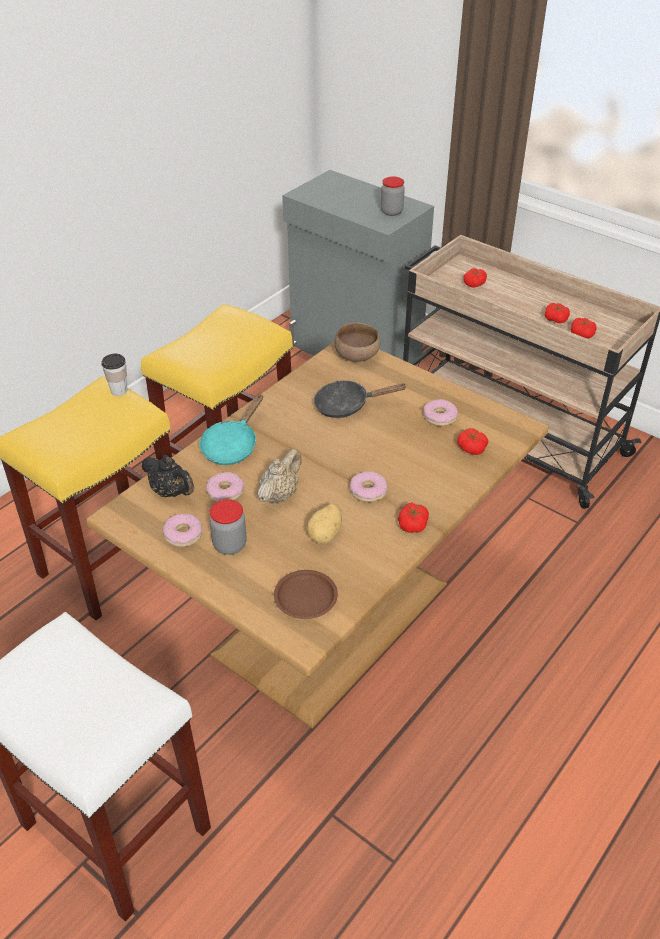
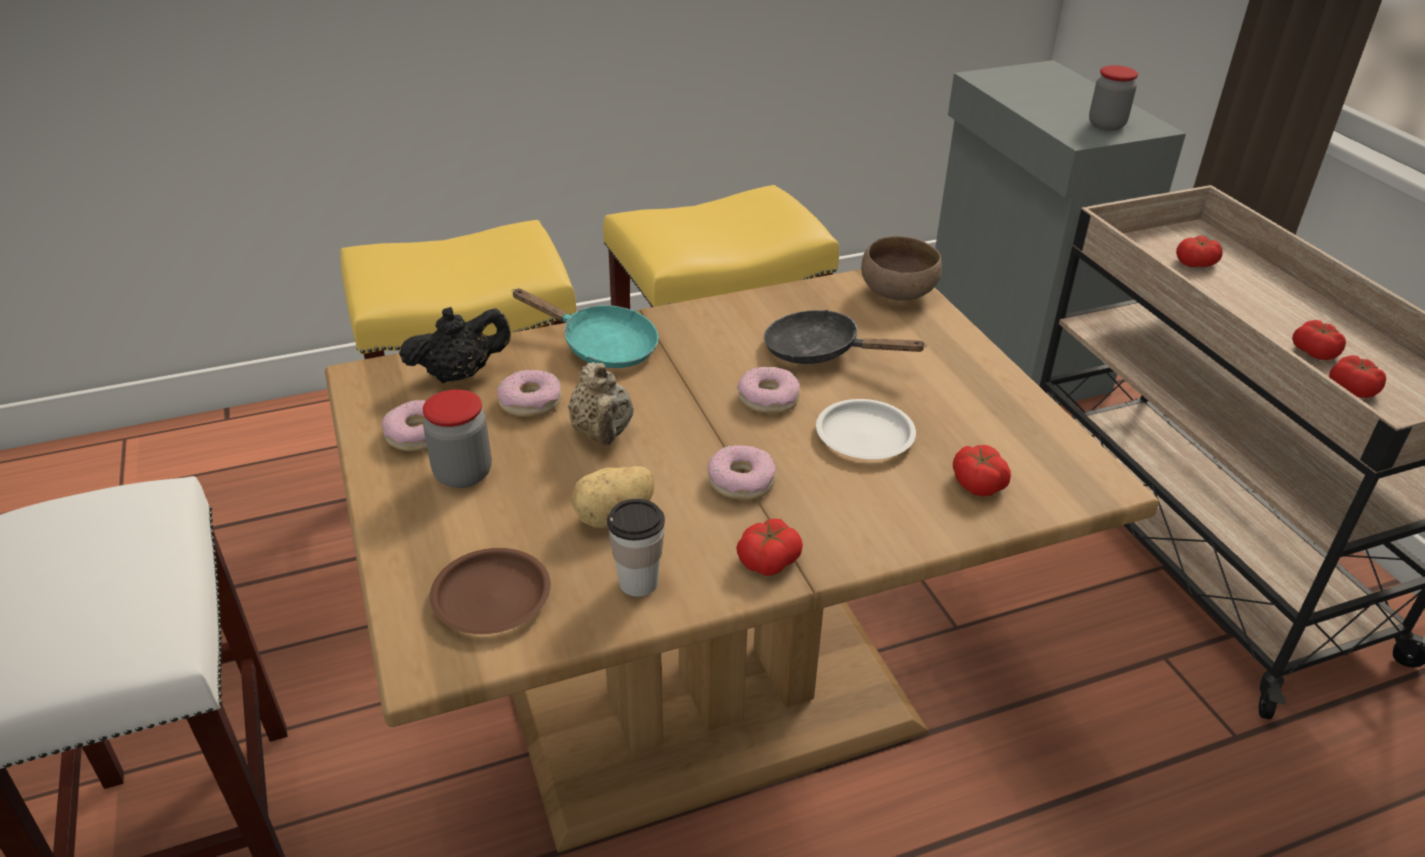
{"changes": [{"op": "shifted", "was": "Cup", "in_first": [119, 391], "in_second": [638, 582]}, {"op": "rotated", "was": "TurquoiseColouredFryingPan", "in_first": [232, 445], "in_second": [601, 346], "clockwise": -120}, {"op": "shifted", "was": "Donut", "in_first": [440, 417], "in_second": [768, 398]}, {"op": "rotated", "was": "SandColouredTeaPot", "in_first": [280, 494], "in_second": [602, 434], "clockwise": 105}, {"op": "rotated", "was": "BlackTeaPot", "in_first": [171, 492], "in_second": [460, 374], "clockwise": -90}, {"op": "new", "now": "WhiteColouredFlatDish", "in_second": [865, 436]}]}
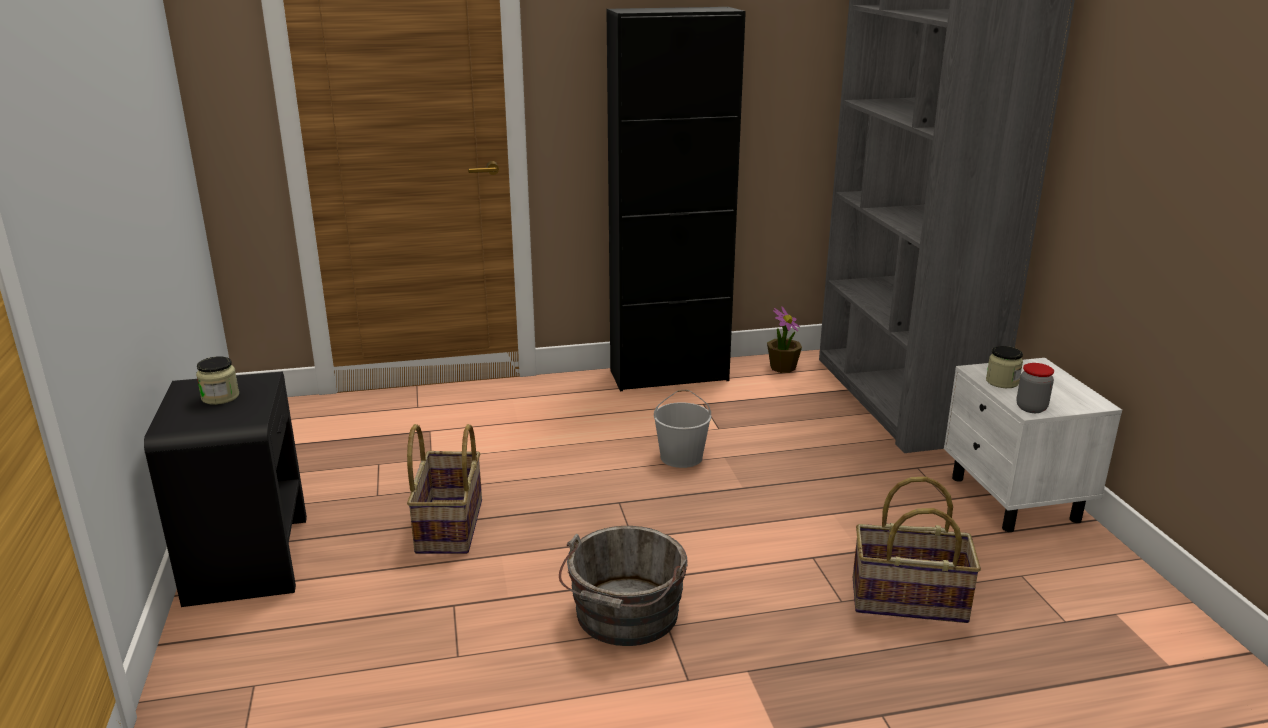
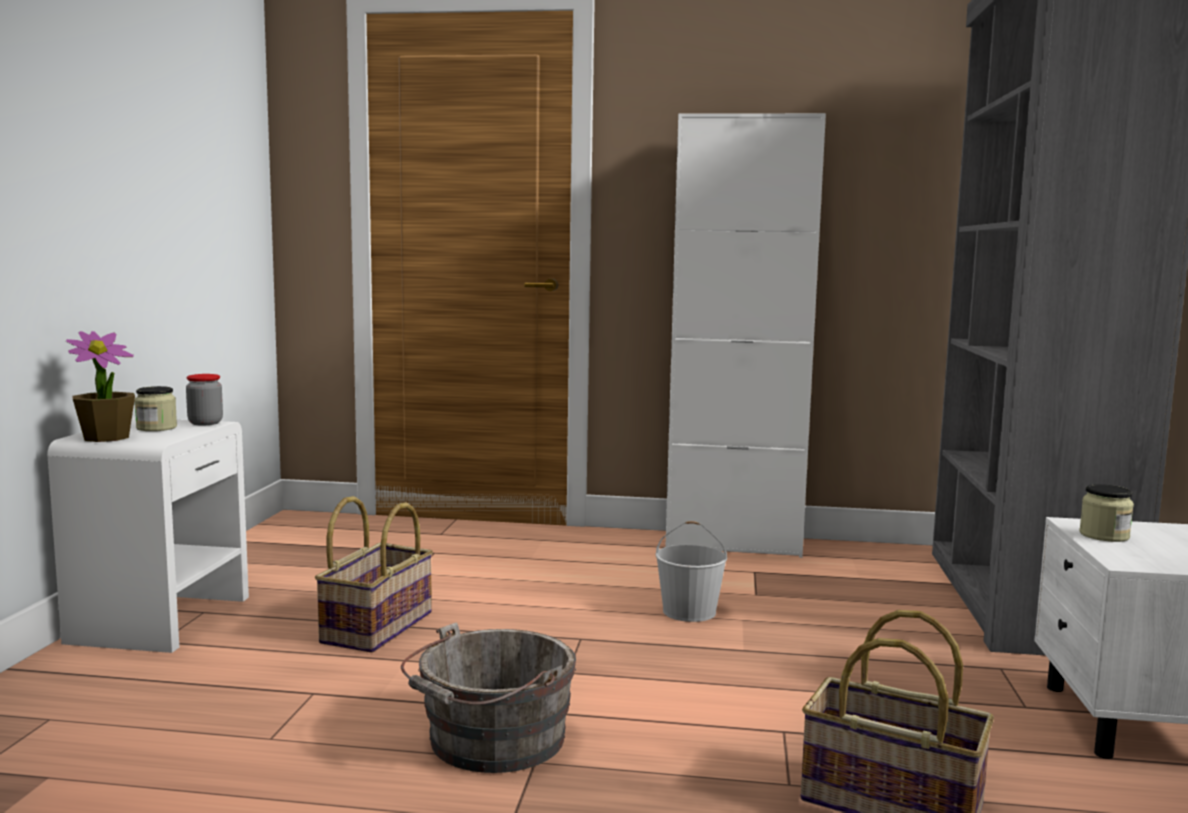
{"changes": [{"op": "repainted", "was": "BlackStorageCabinet", "now": "WhiteColouredStorageCabinet", "in_first": [669, 375], "in_second": [733, 544]}, {"op": "shifted", "was": "PottedPlant", "in_first": [782, 367], "in_second": [106, 437]}, {"op": "shifted", "was": "Jar", "in_first": [1031, 408], "in_second": [205, 423]}, {"op": "repainted", "was": "BlackNightstand", "now": "WhiteColouredNightstand", "in_first": [248, 558], "in_second": [161, 618]}]}
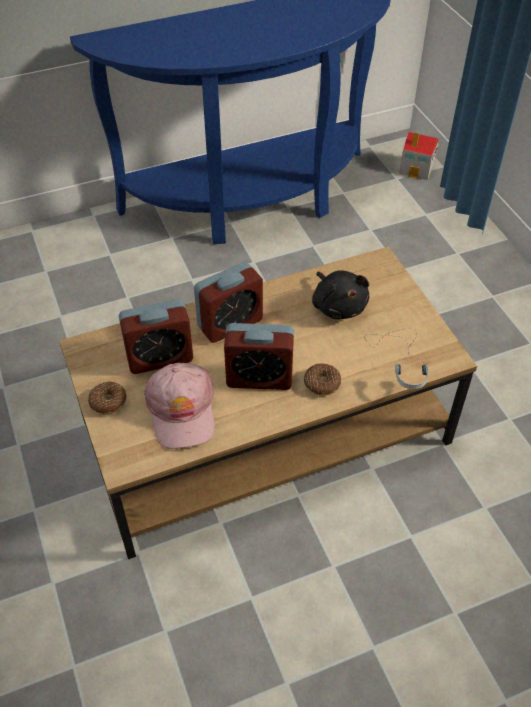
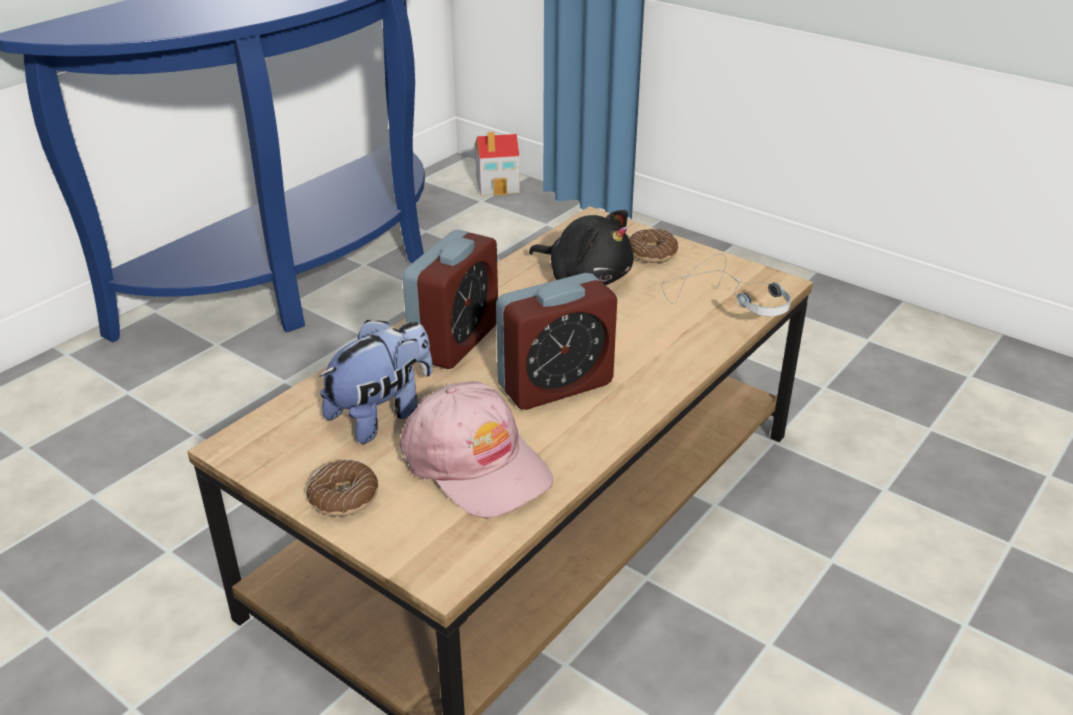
{"changes": [{"op": "swapped", "was": "AlarmClock", "now": "PlushToy", "in_first": [160, 358], "in_second": [382, 414]}, {"op": "shifted", "was": "Donut", "in_first": [322, 383], "in_second": [652, 253]}]}
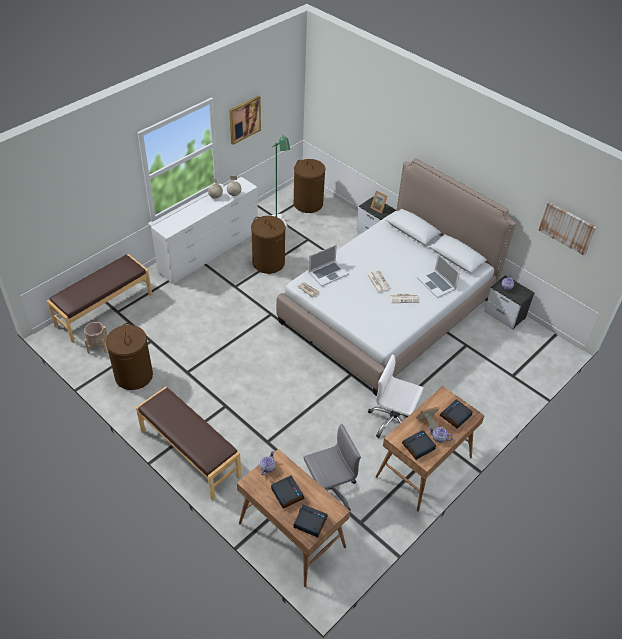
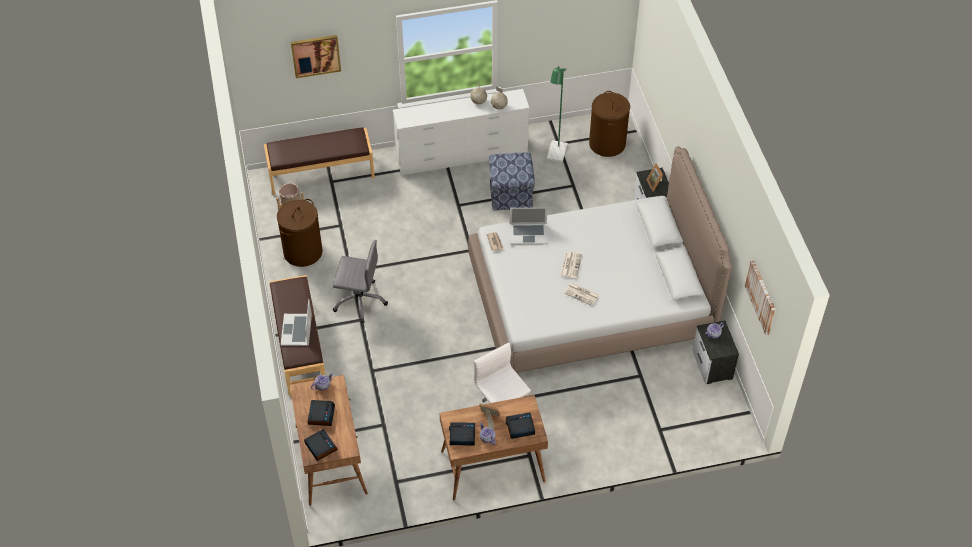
{"changes": [{"op": "shifted", "was": "Picture", "in_first": [244, 119], "in_second": [315, 55]}, {"op": "swapped", "was": "BrownLaundryBasket", "now": "Ottoman", "in_first": [268, 263], "in_second": [511, 194]}, {"op": "shifted", "was": "Laptop", "in_first": [436, 283], "in_second": [296, 330]}, {"op": "shifted", "was": "GreyDeskChair", "in_first": [328, 491], "in_second": [360, 300]}]}
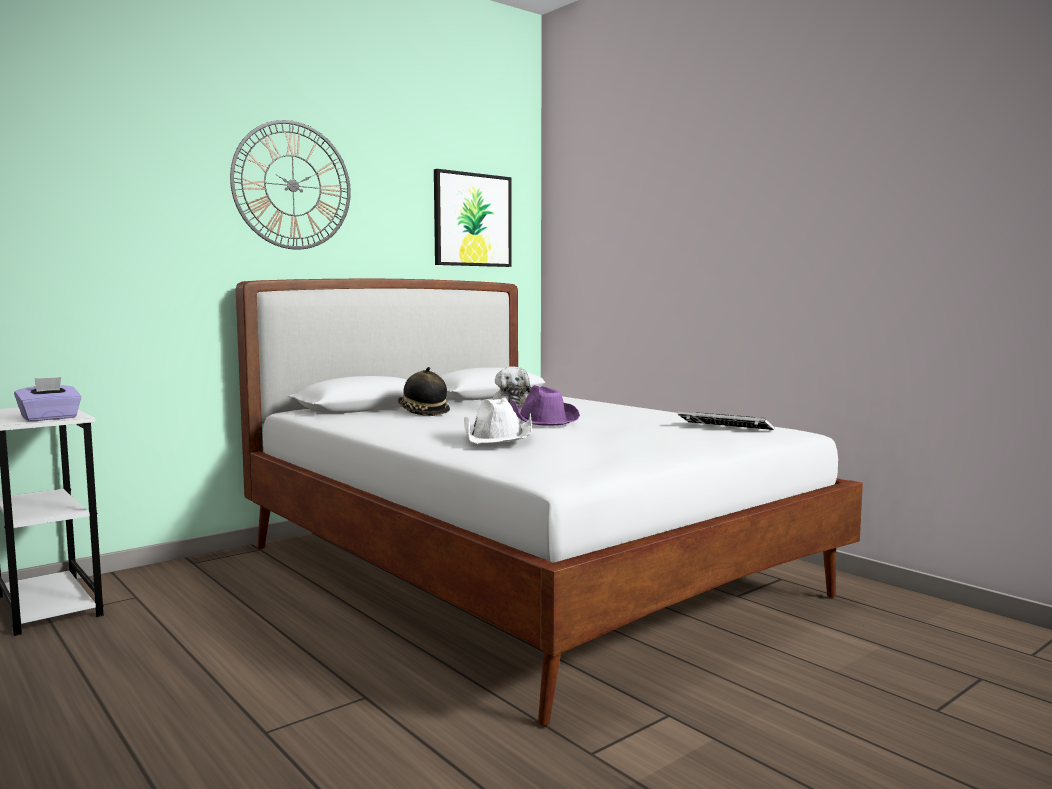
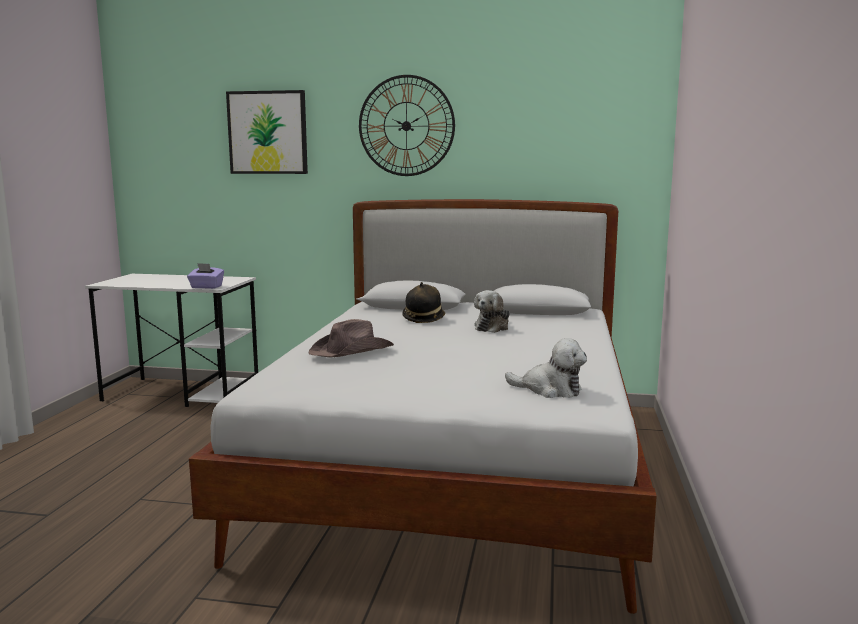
{"changes": [{"op": "shifted", "was": "Picture", "in_first": [472, 220], "in_second": [268, 132]}, {"op": "gone", "was": "PurplishHat", "in_first": [541, 420]}, {"op": "repainted", "was": "WhiteColouredHat", "now": "BrownHat", "in_first": [499, 435], "in_second": [353, 350]}, {"op": "swapped", "was": "PcKeyboard", "now": "PlushToy", "in_first": [724, 428], "in_second": [549, 390]}]}
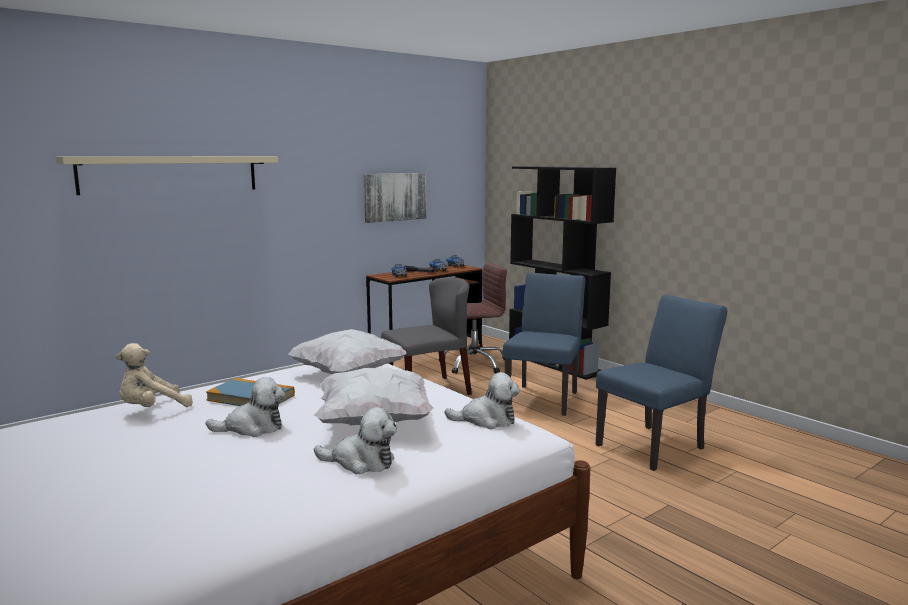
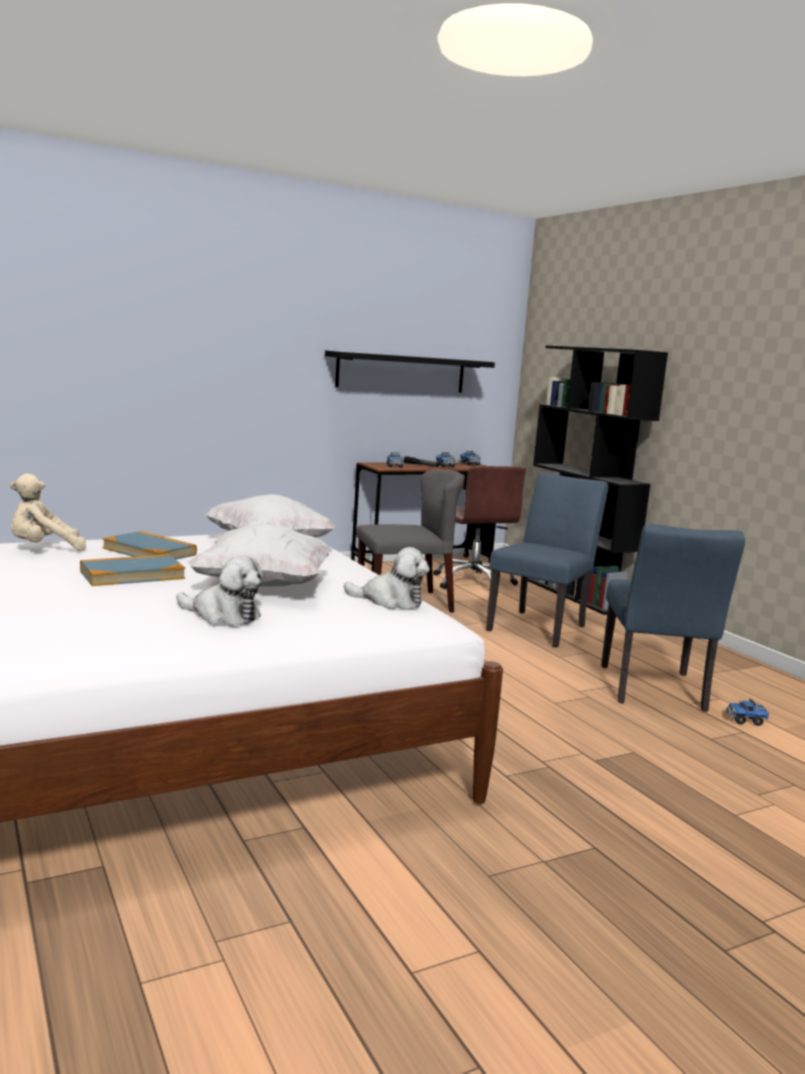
{"changes": [{"op": "gone", "was": "SandColouredBracketShelf", "in_first": [171, 174]}, {"op": "swapped", "was": "Picture", "now": "BlackBracketShelf", "in_first": [395, 197], "in_second": [401, 372]}, {"op": "rotated", "was": "BrownDeskChair", "in_first": [474, 364], "in_second": [474, 583], "clockwise": 75}, {"op": "rotated", "was": "BluishUprightChair", "in_first": [656, 445], "in_second": [654, 691], "clockwise": 120}, {"op": "swapped", "was": "PlushToy", "now": "BoundBook", "in_first": [252, 428], "in_second": [132, 575]}, {"op": "new", "now": "ToyTruck", "in_second": [746, 720]}]}
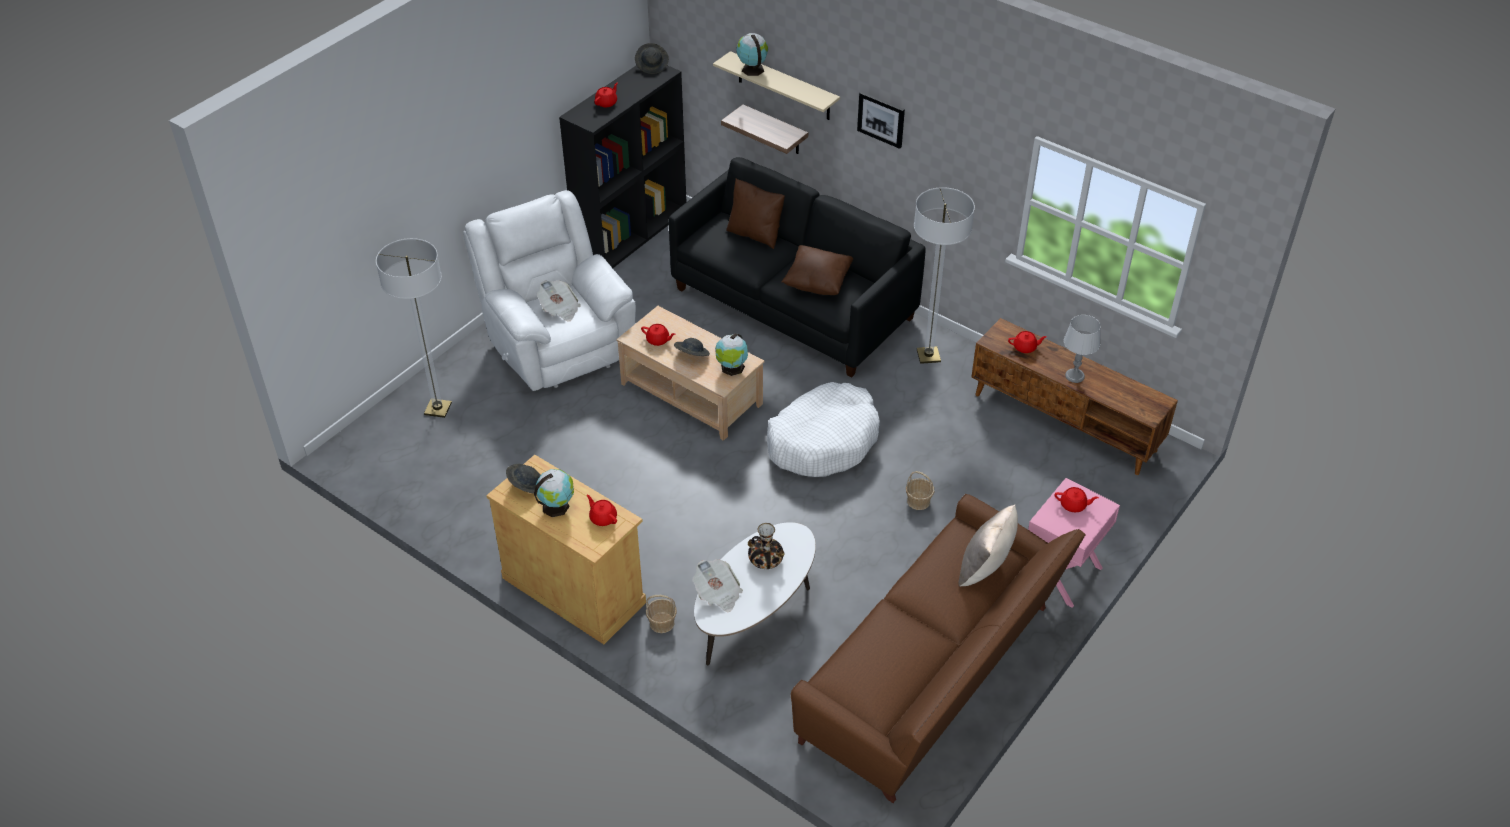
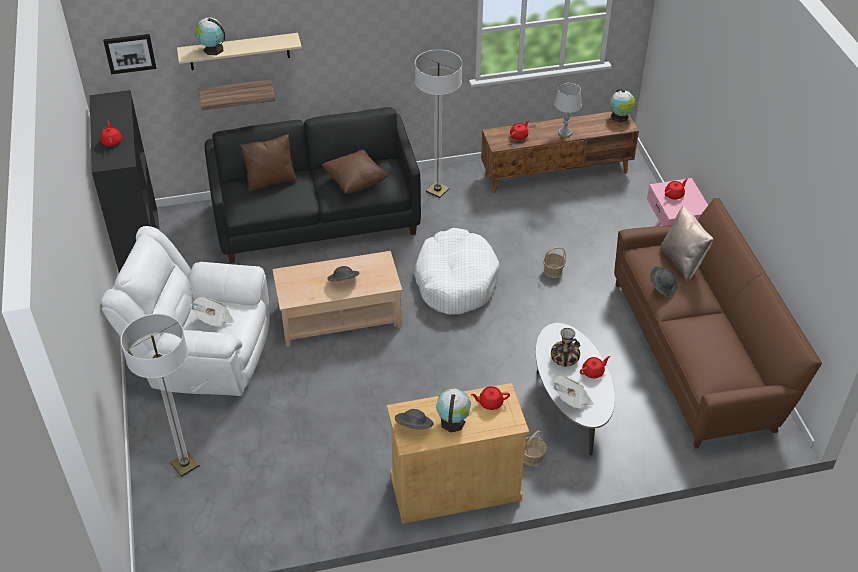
{"changes": [{"op": "shifted", "was": "GreyHat", "in_first": [652, 65], "in_second": [662, 286]}, {"op": "shifted", "was": "Picture", "in_first": [881, 119], "in_second": [130, 53]}, {"op": "shifted", "was": "ReddishTeaPot", "in_first": [658, 340], "in_second": [593, 372]}, {"op": "shifted", "was": "DeskGlobe", "in_first": [732, 368], "in_second": [620, 117]}]}
